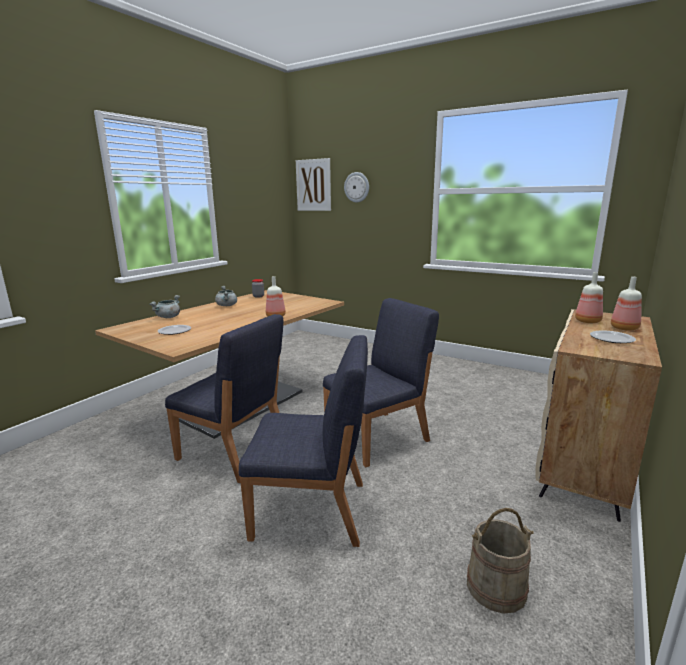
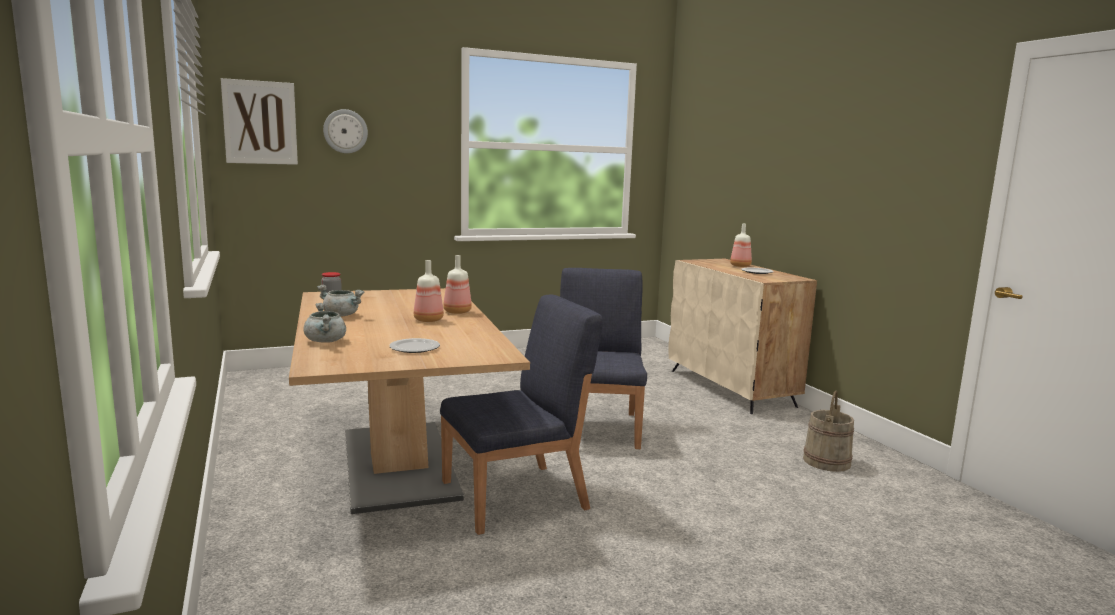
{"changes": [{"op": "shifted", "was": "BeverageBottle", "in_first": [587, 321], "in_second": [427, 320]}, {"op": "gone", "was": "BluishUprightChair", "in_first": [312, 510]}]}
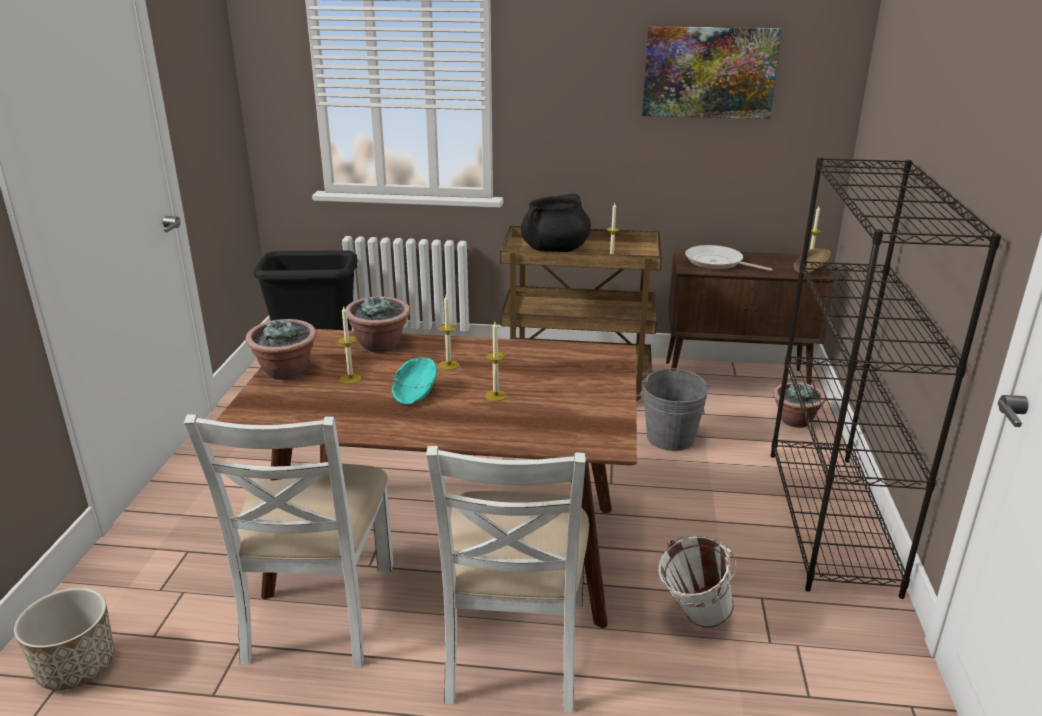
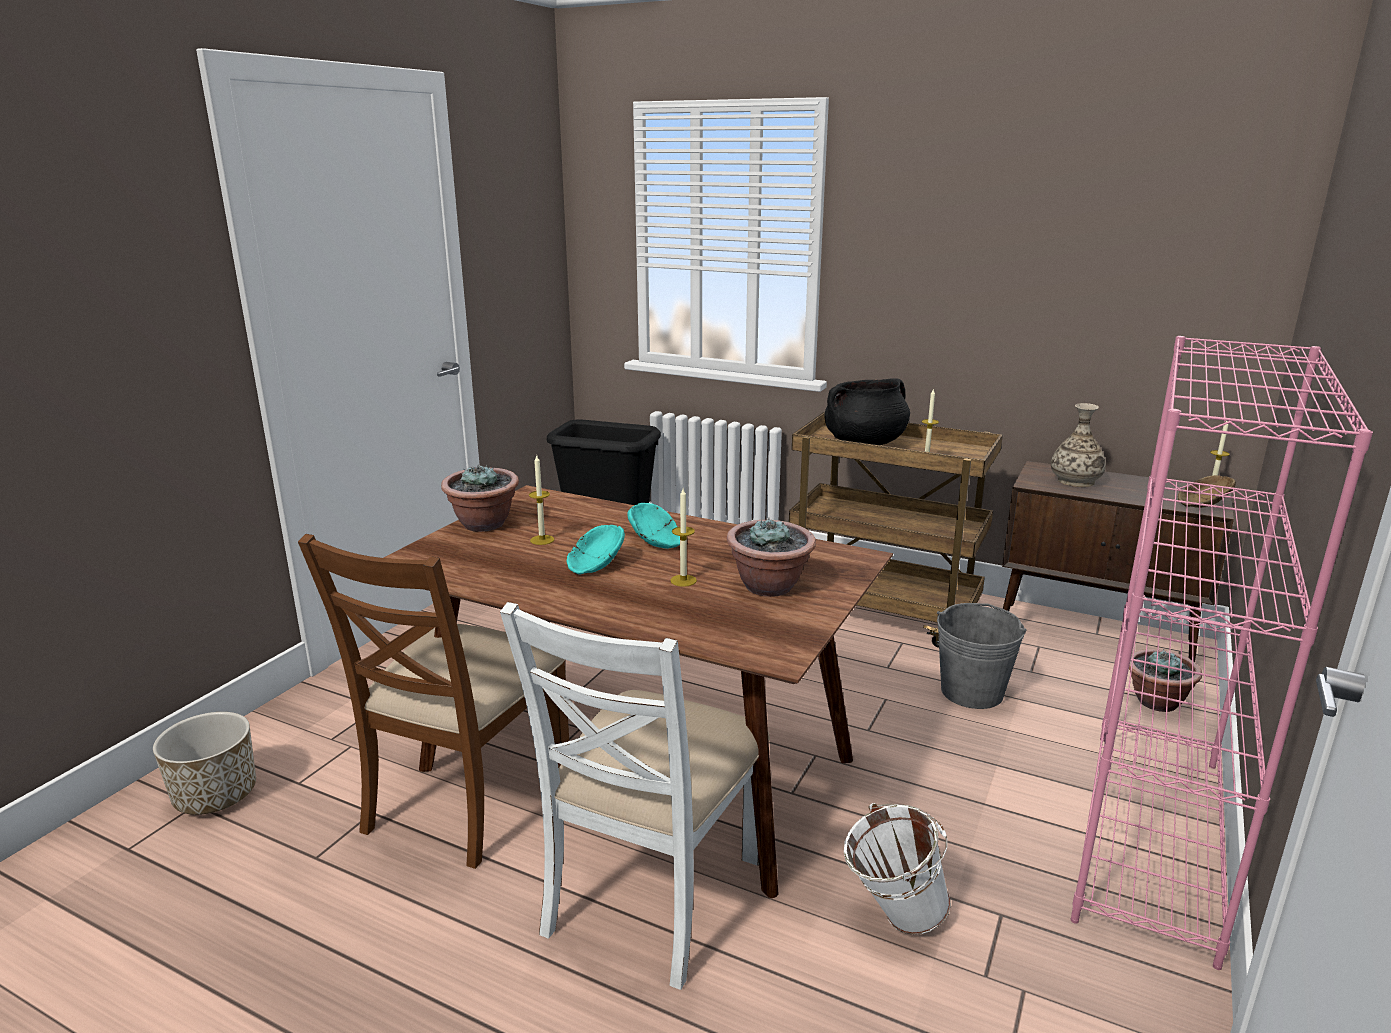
{"changes": [{"op": "gone", "was": "Picture", "in_first": [709, 72]}, {"op": "repainted", "was": "BlackBookcase", "now": "PinkBookcase", "in_first": [830, 519], "in_second": [1152, 837]}, {"op": "swapped", "was": "FryingPan", "now": "Vase", "in_first": [717, 262], "in_second": [1075, 481]}, {"op": "shifted", "was": "PottedPlant", "in_first": [380, 345], "in_second": [769, 586]}, {"op": "swapped", "was": "WaxLight", "now": "TurquoiseColouredServingBowl", "in_first": [448, 365], "in_second": [655, 542]}, {"op": "repainted", "was": "WhiteColouredUprightChair", "now": "BrownUprightChair", "in_first": [318, 611], "in_second": [465, 797]}]}
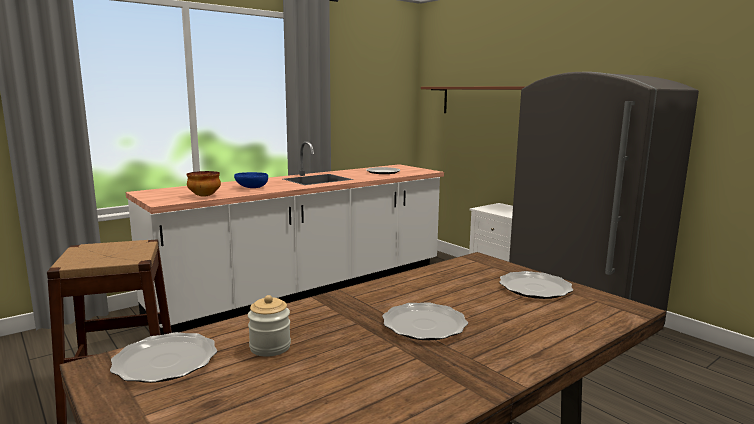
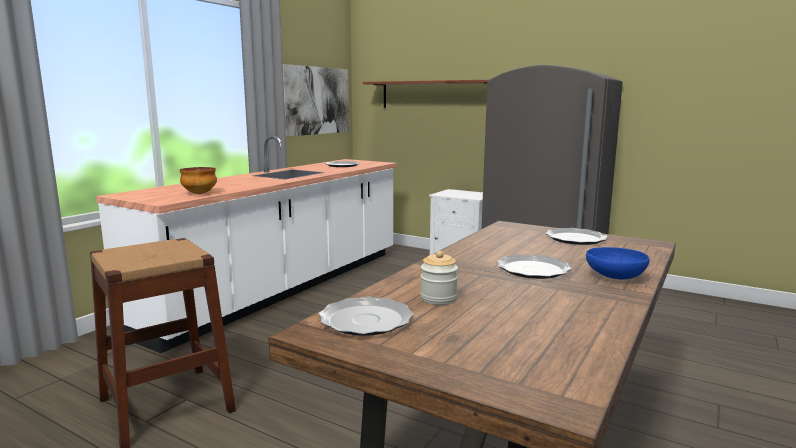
{"changes": [{"op": "shifted", "was": "BluishServingBowl", "in_first": [251, 188], "in_second": [614, 278]}, {"op": "new", "now": "Picture", "in_second": [317, 100]}]}
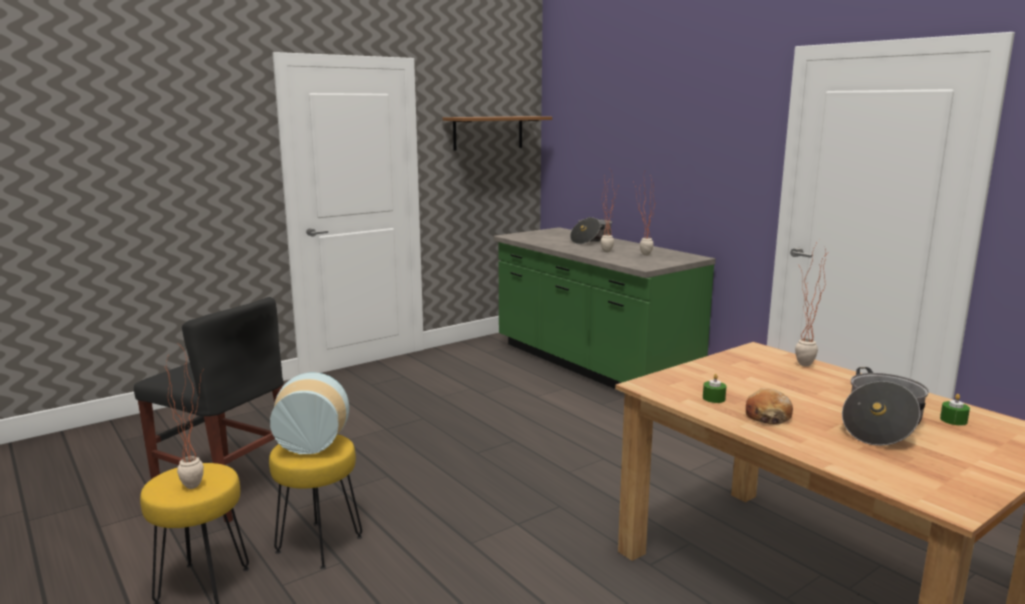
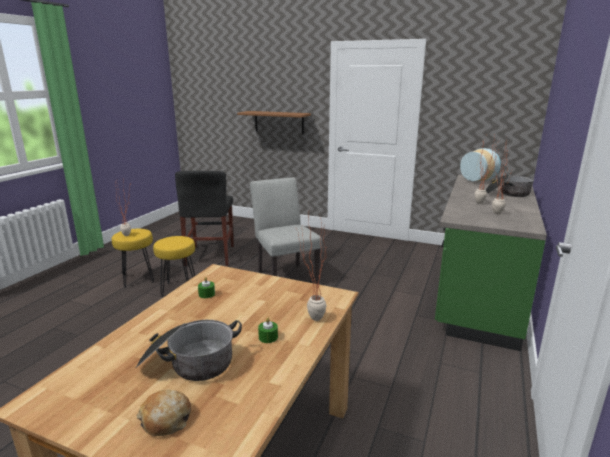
{"changes": [{"op": "shifted", "was": "BrownBracketShelf", "in_first": [488, 132], "in_second": [279, 122]}, {"op": "shifted", "was": "Vase", "in_first": [314, 442], "in_second": [480, 180]}, {"op": "shifted", "was": "BakeryBread", "in_first": [767, 416], "in_second": [166, 419]}, {"op": "shifted", "was": "GreenColouredWaxLight", "in_first": [953, 420], "in_second": [268, 337]}, {"op": "new", "now": "GreyUprightChair", "in_second": [285, 276]}]}
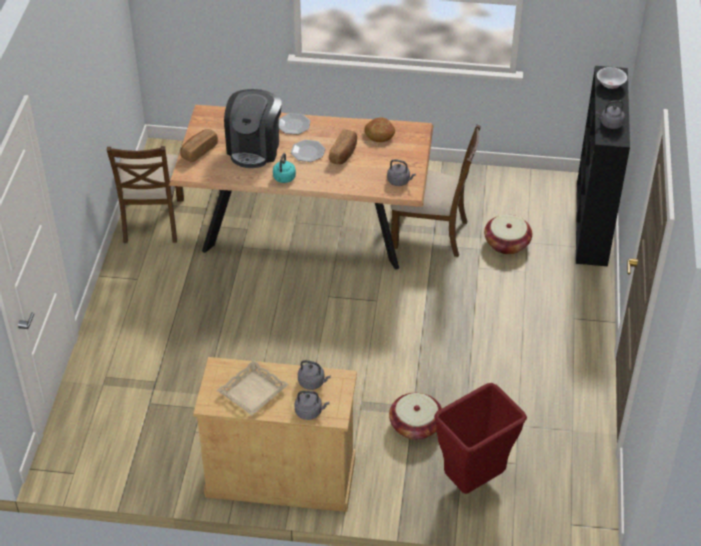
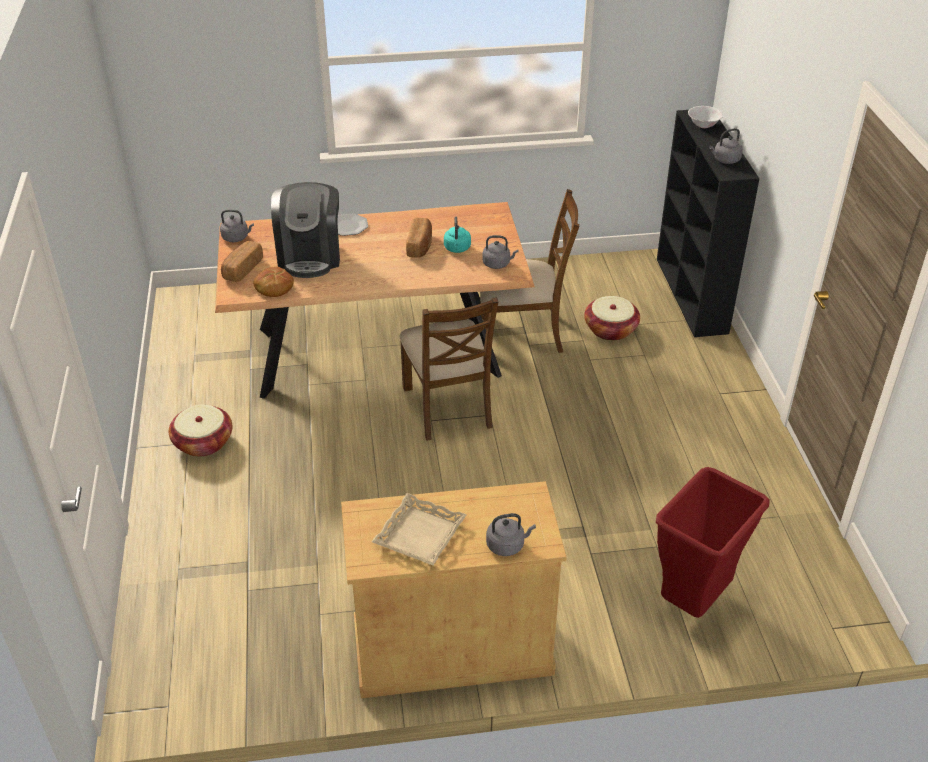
{"changes": [{"op": "shifted", "was": "BakeryBread", "in_first": [379, 134], "in_second": [274, 288]}, {"op": "gone", "was": "FlatDish", "in_first": [307, 152]}, {"op": "shifted", "was": "BrownUprightChair", "in_first": [152, 220], "in_second": [448, 407]}, {"op": "shifted", "was": "TurquoiseColouredTeaKettle", "in_first": [284, 179], "in_second": [457, 249]}, {"op": "shifted", "was": "GreyTeaKettle", "in_first": [313, 382], "in_second": [237, 238]}, {"op": "shifted", "was": "Basket", "in_first": [415, 425], "in_second": [203, 443]}]}
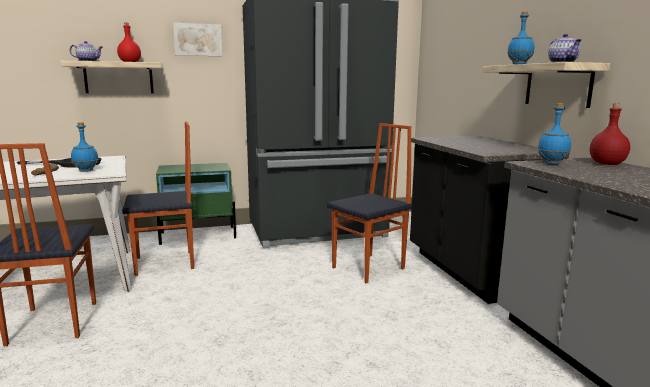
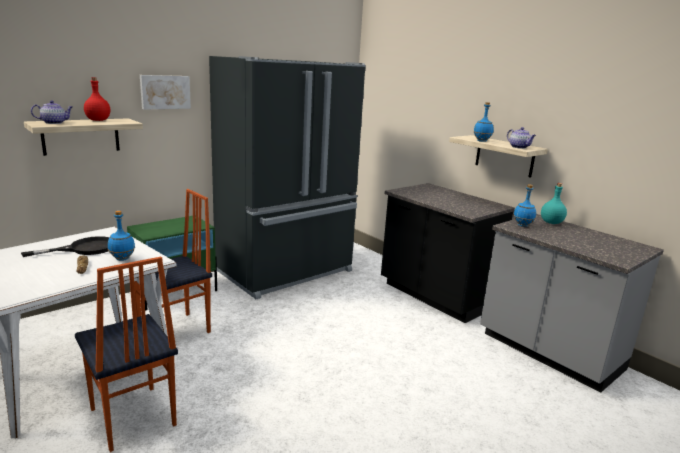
{"changes": [{"op": "repainted", "was": "ReddishBeverageBottle", "now": "TurquoiseColouredBeverageBottle", "in_first": [607, 164], "in_second": [552, 223]}, {"op": "gone", "was": "UprightChair", "in_first": [369, 268]}]}
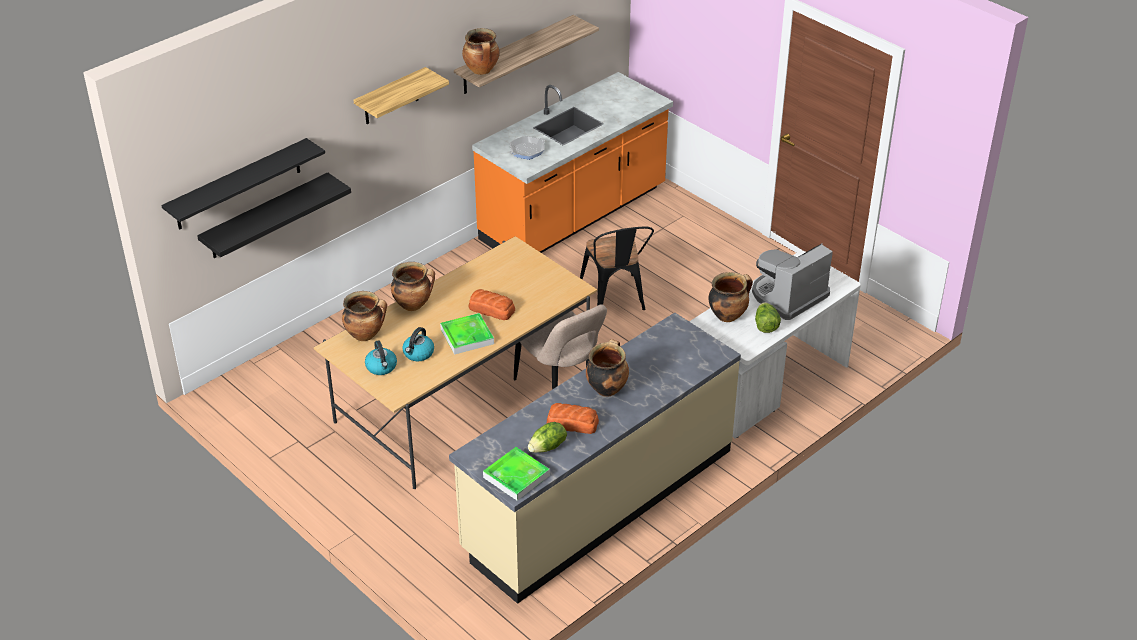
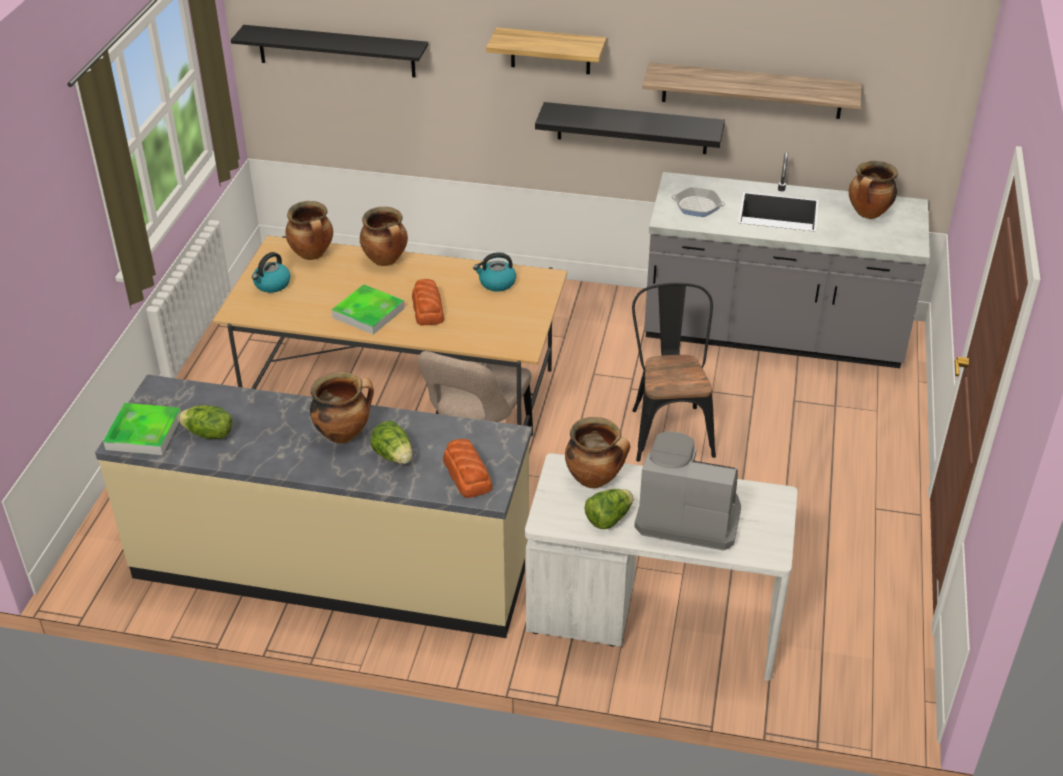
{"changes": [{"op": "shifted", "was": "Saucepot", "in_first": [482, 71], "in_second": [868, 214]}, {"op": "repainted", "was": "OrangeyKitchenBaseUnit", "now": "GreyKitchenBaseUnit", "in_first": [574, 215], "in_second": [773, 334]}, {"op": "shifted", "was": "BlackBracketShelf", "in_first": [266, 216], "in_second": [632, 128]}, {"op": "rotated", "was": "BlackUprightChair", "in_first": [615, 300], "in_second": [669, 427], "clockwise": 135}, {"op": "shifted", "was": "TeaKettle", "in_first": [418, 354], "in_second": [496, 283]}, {"op": "shifted", "was": "BakeryBread", "in_first": [572, 423], "in_second": [467, 474]}, {"op": "new", "now": "LettuceHead", "in_second": [394, 456]}]}
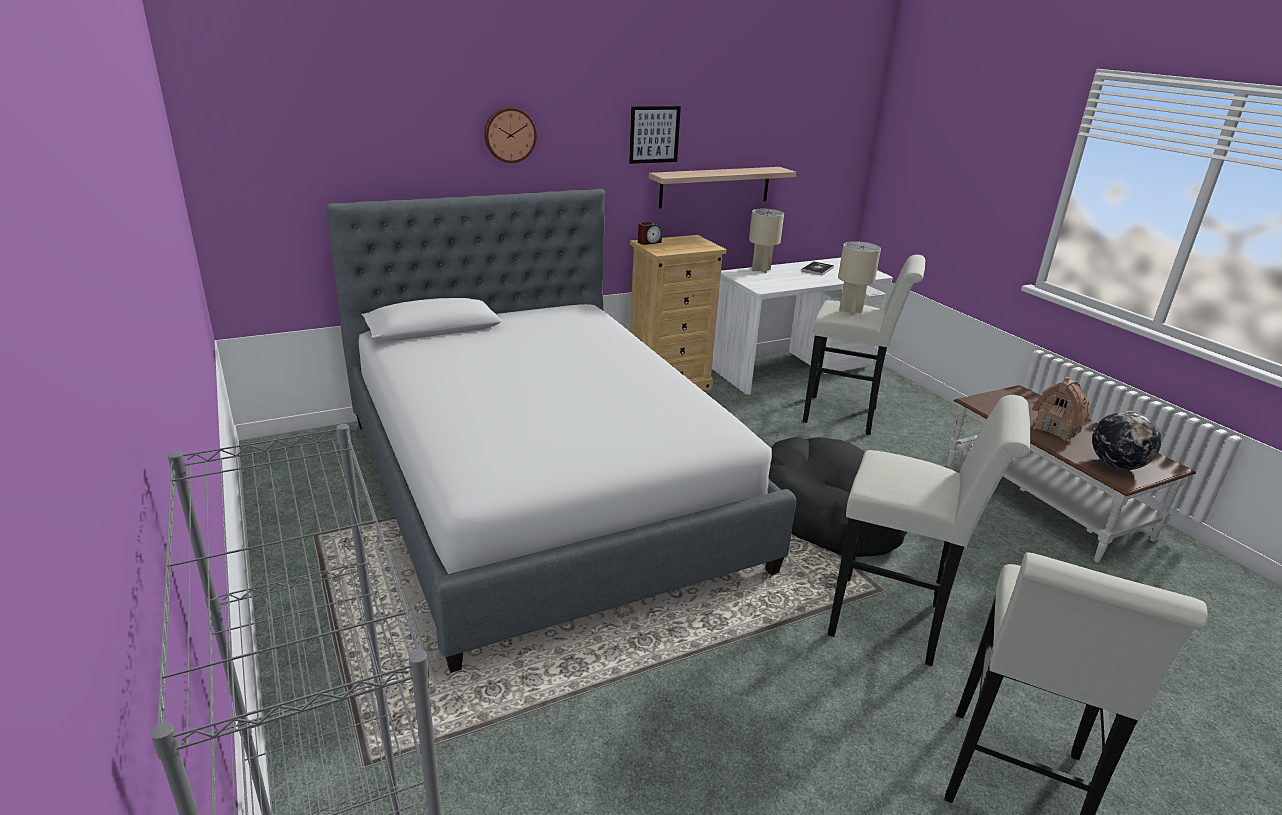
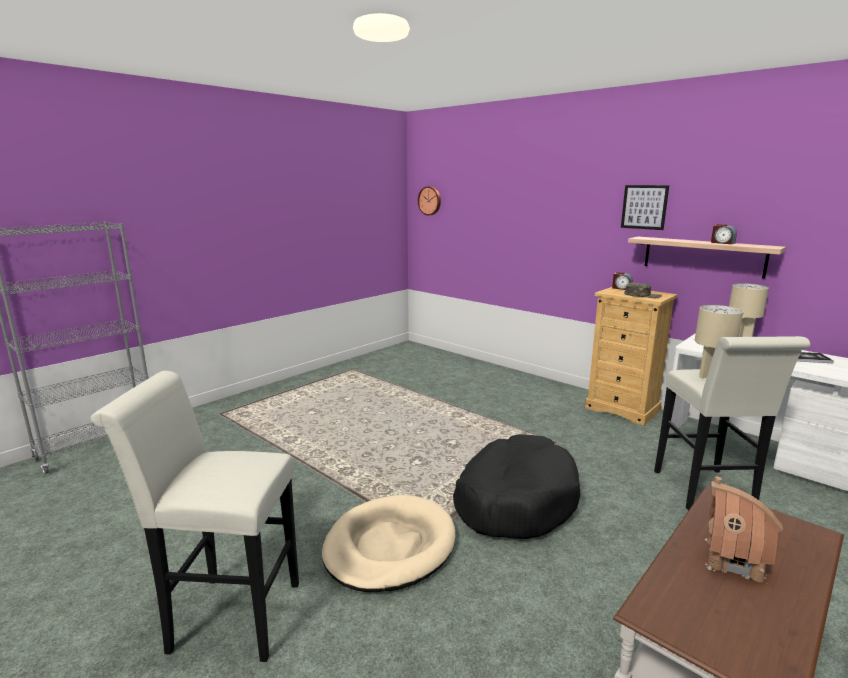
{"changes": [{"op": "shifted", "was": "HangingClock", "in_first": [509, 134], "in_second": [430, 200]}, {"op": "gone", "was": "SleepingBed", "in_first": [542, 490]}, {"op": "swapped", "was": "WhiteColouredStoolSeat", "now": "SandColouredDogBed", "in_first": [896, 622], "in_second": [389, 546]}, {"op": "gone", "was": "DeskGlobe", "in_first": [1116, 465]}, {"op": "new", "now": "AlarmClock", "in_second": [722, 243]}, {"op": "new", "now": "GreenColouredBaseballCap", "in_second": [642, 295]}]}
